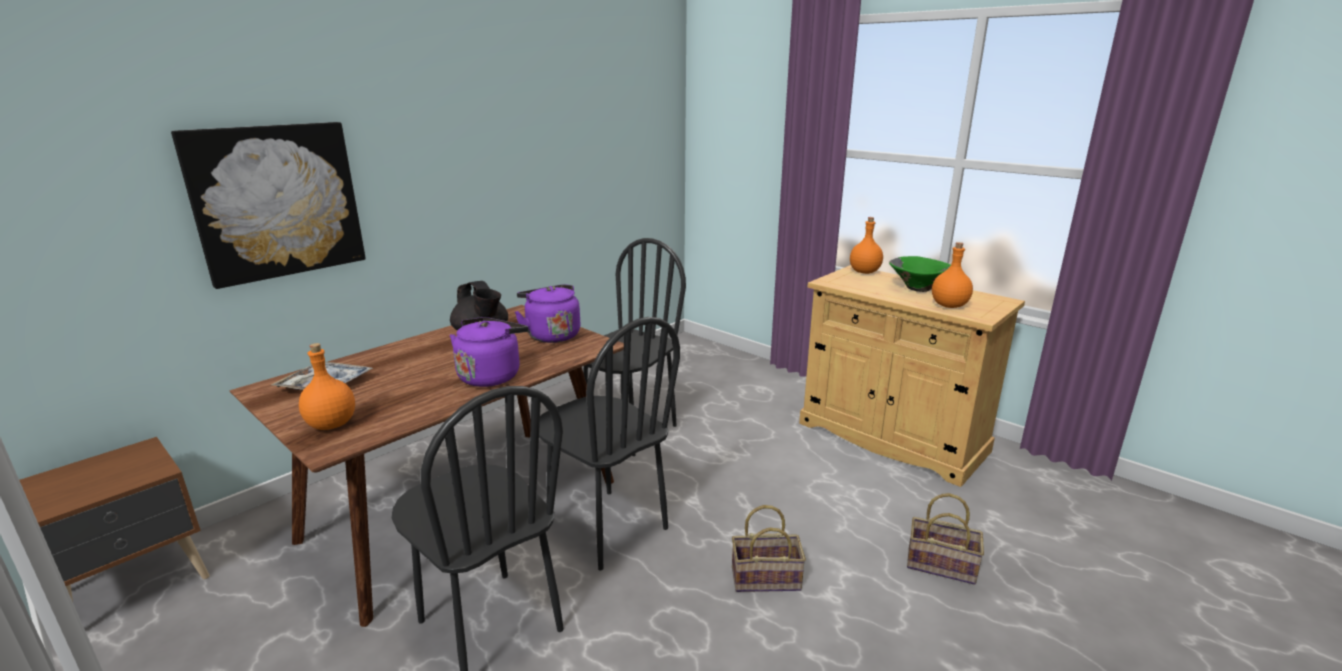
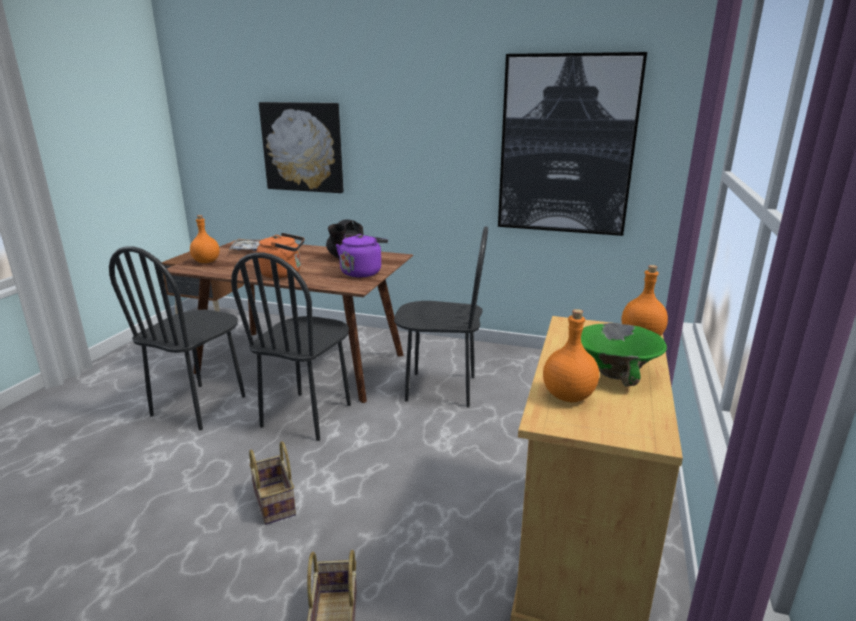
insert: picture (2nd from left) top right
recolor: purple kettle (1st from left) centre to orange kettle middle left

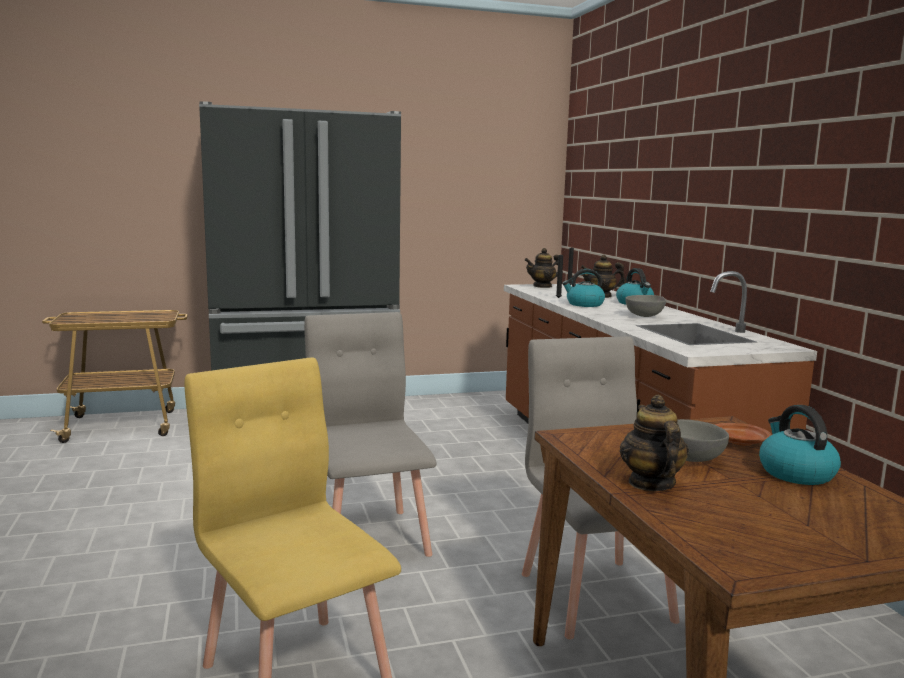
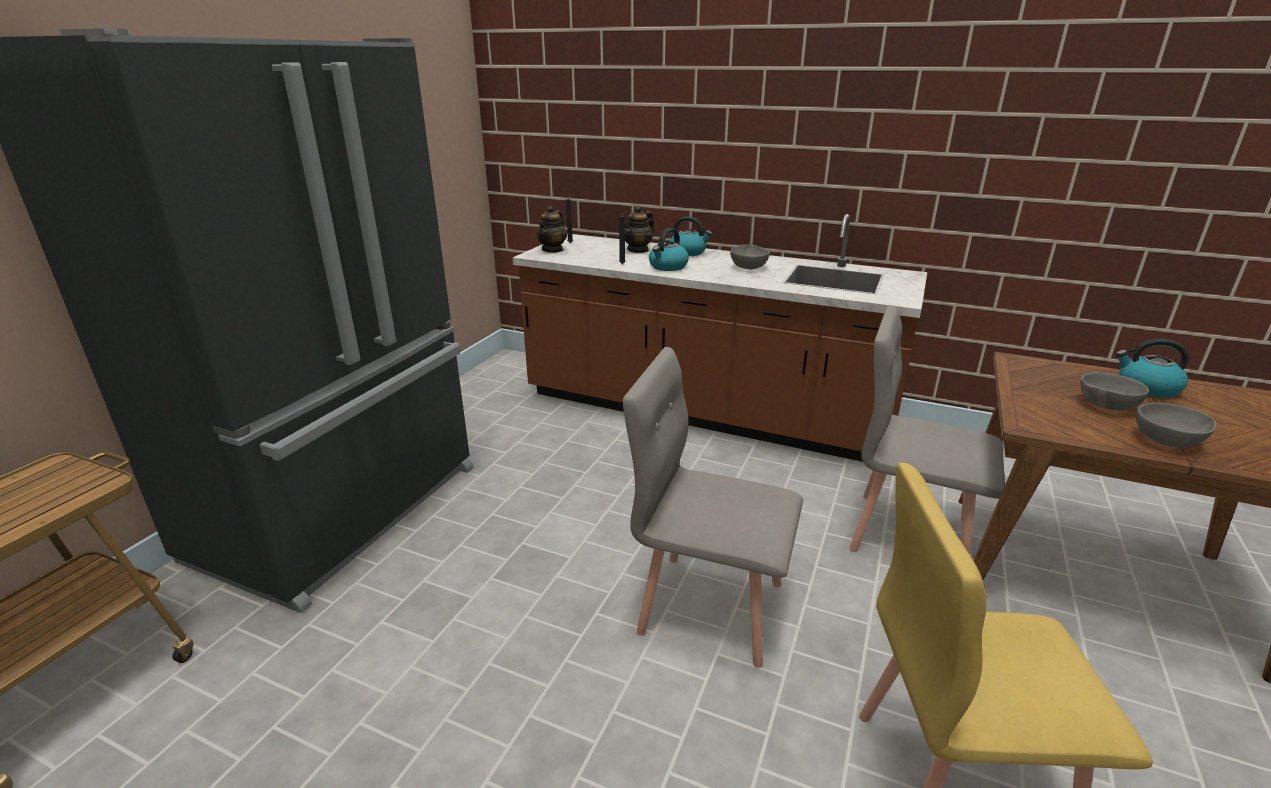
delete: brown plate middle right
replace: teapot (3rd from left) middle right to grey bowl (3rd from left) middle right

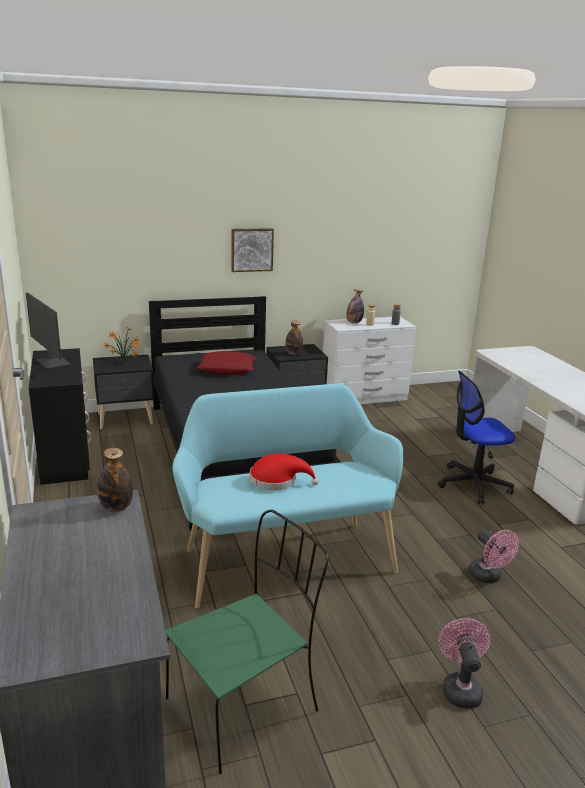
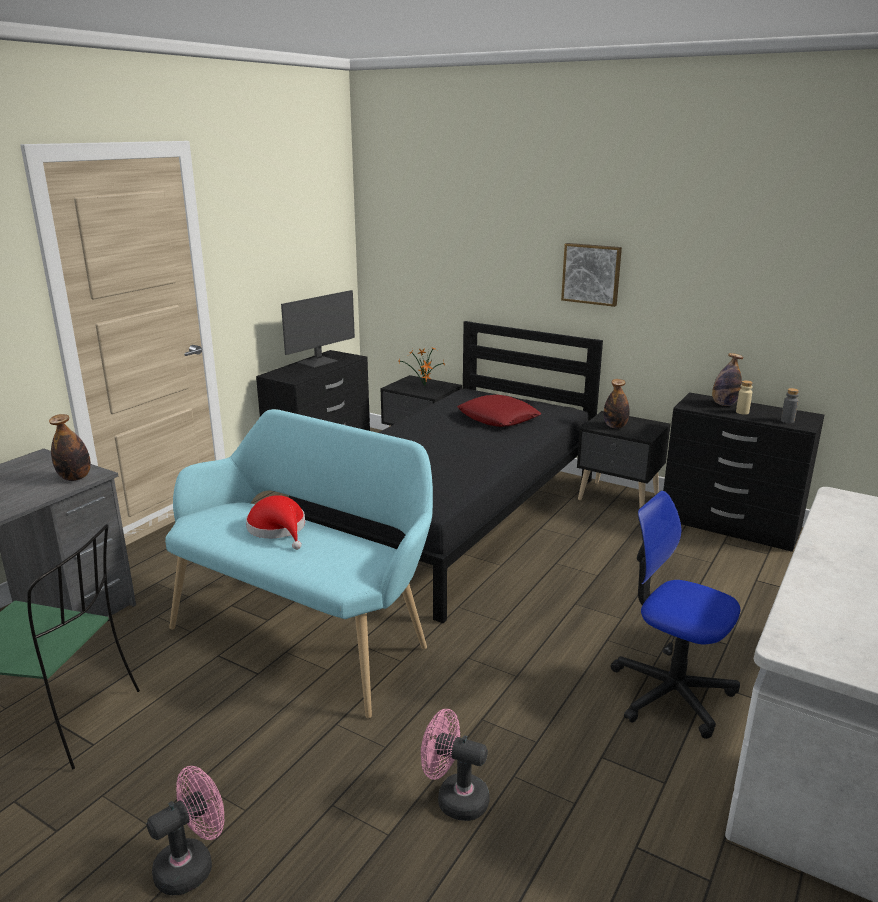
recolor: white dresser centre to black dresser (2nd from left) middle right
rotate: monitor middle left = centre 150 degrees counterclockwise; pink fan (2nd from left) bottom right = bottom centre 90 degrees clockwise

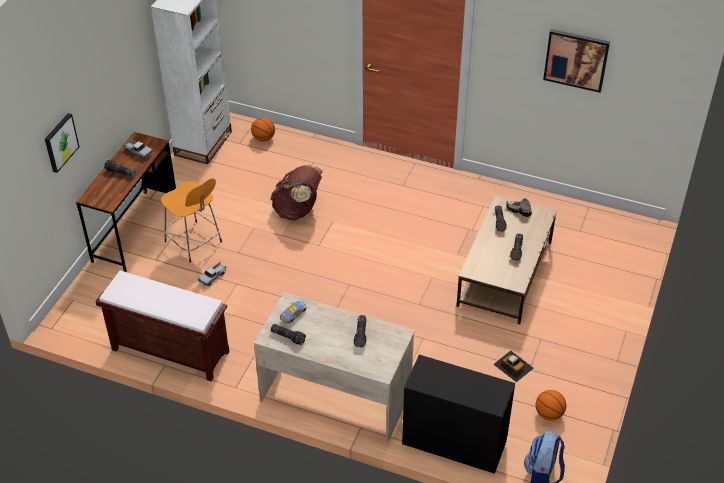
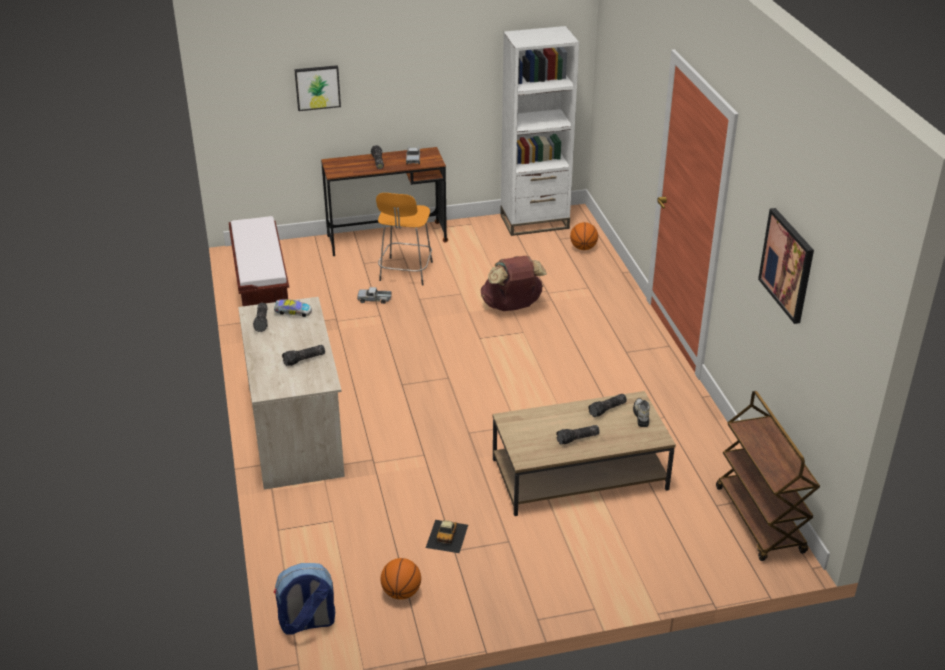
delete: black dresser bottom centre
insert: brown cart bottom right

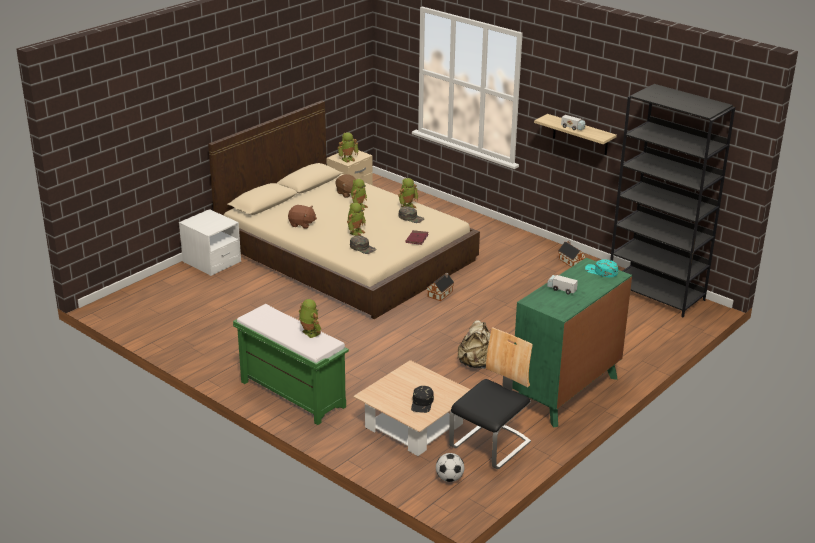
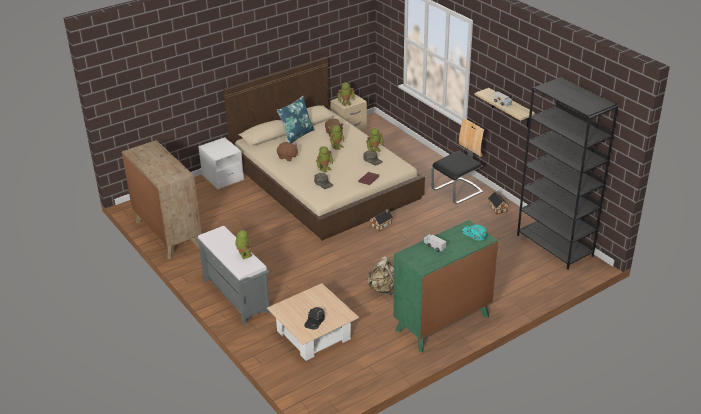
delete: football bottom centre
insert: brown dresser middle left; blue pillow top centre
move: chair bottom centre to centre
recolor: green bench bottom centre to grey bench middle left

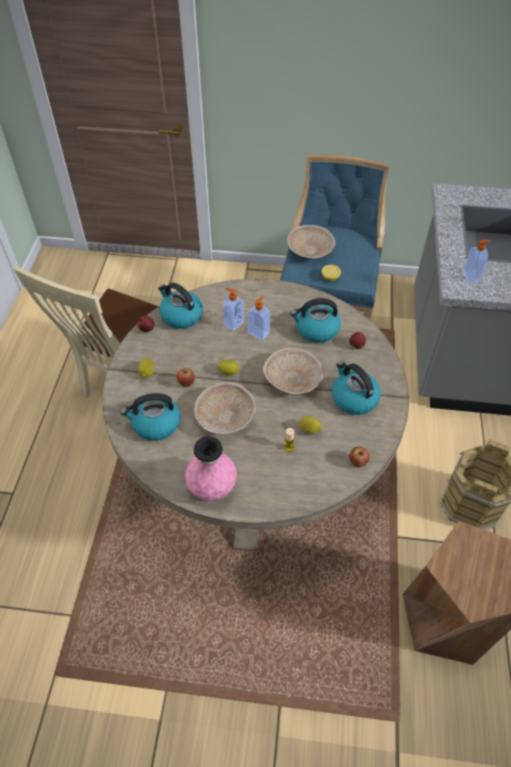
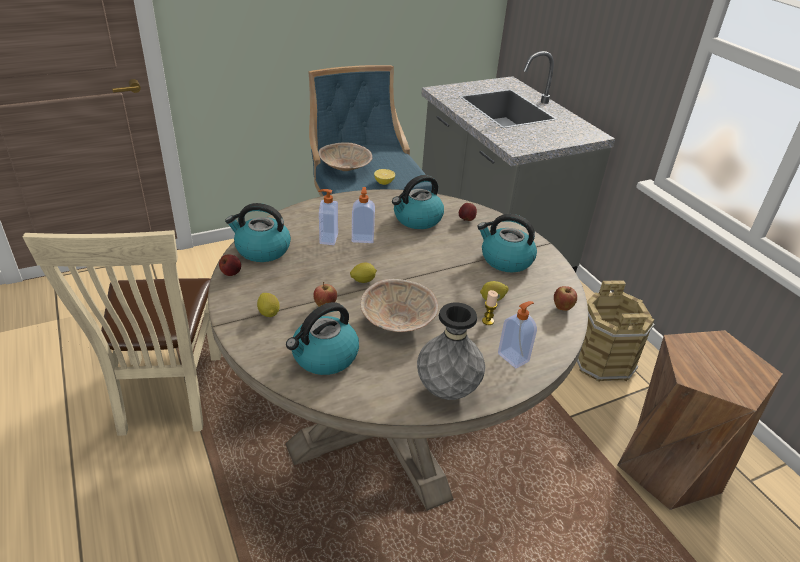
delete: beige bowl (2nd from left) centre
move: soap dispenser (3rd from left) middle right to centre
recolor: pink vase centre to grey vase centre

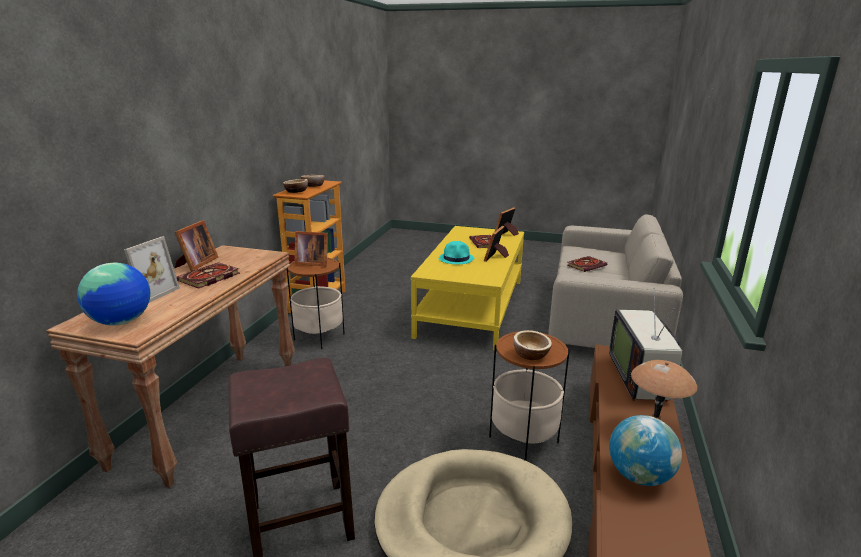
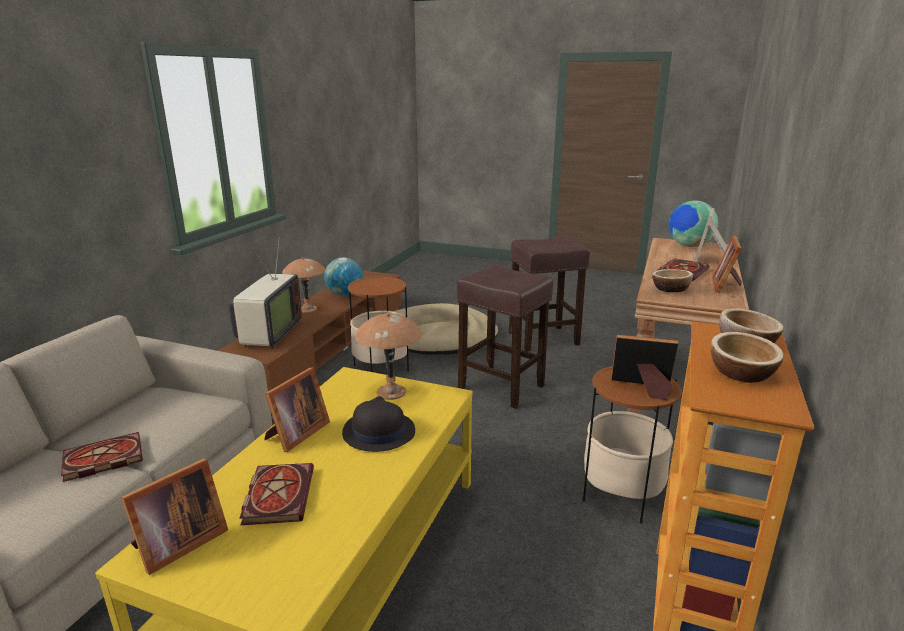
insert: brown table lamp (2nd from left) centre; brown stool (1st from left) centre
move: bowl (3rd from left in the first image) centre to bowl (1st from left) middle right
recolor: turquoise hat centre to black hat bottom centre

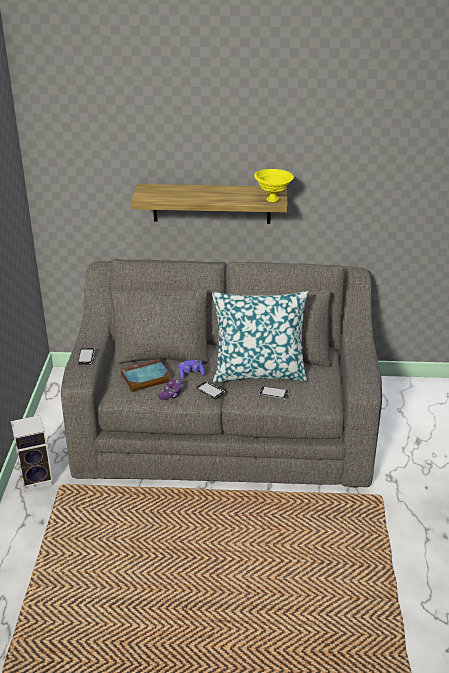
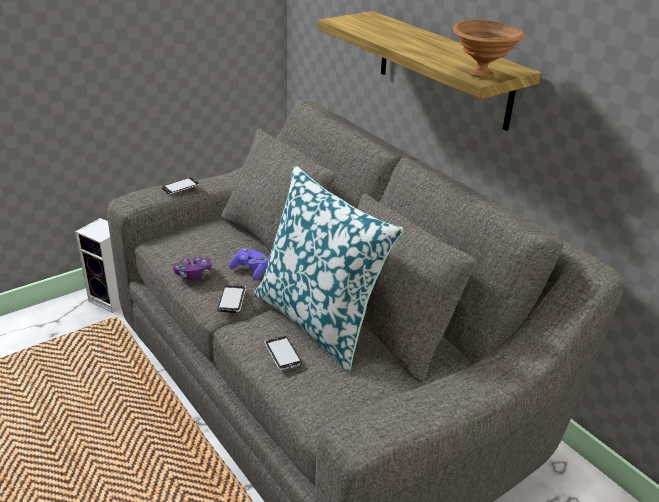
delete: book middle left
recolor: yellow bowl top centre to brown bowl top right

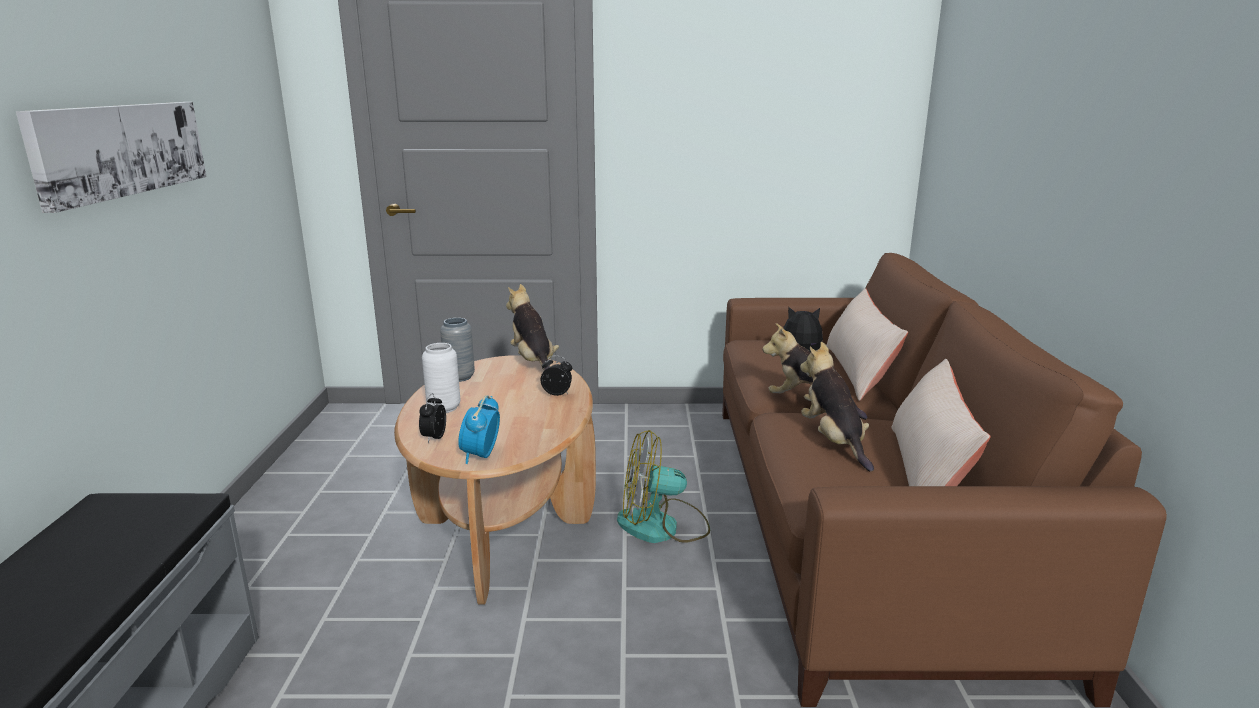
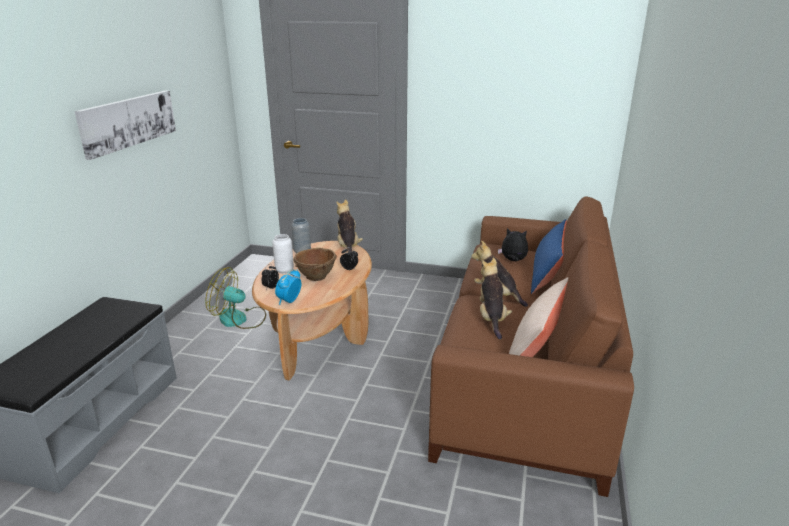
insert: brown bowl centre
move: fan bottom centre to middle left
recolor: beige pillow (1st from left) middle right to blue pillow middle right

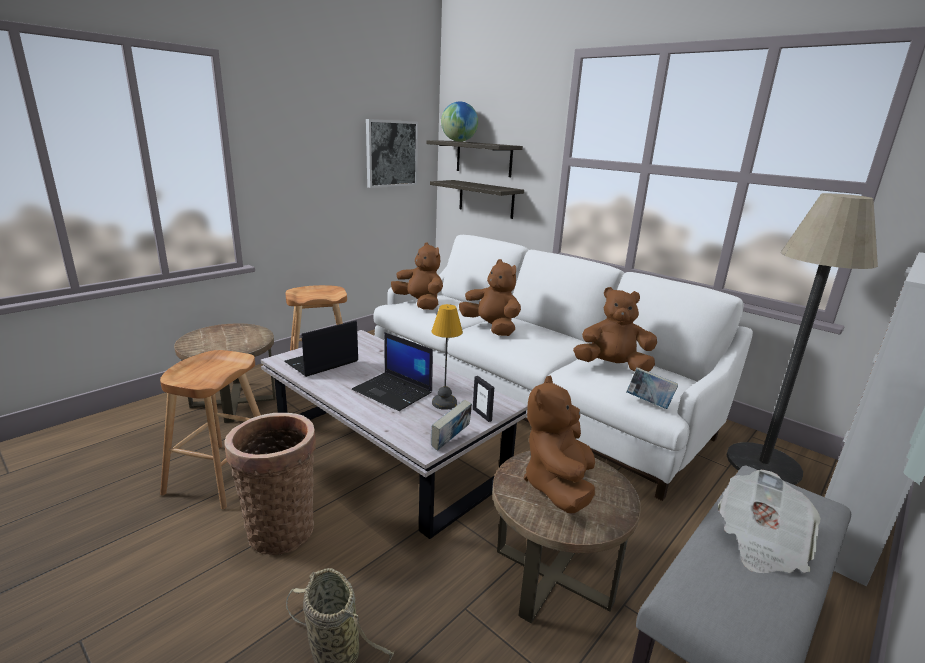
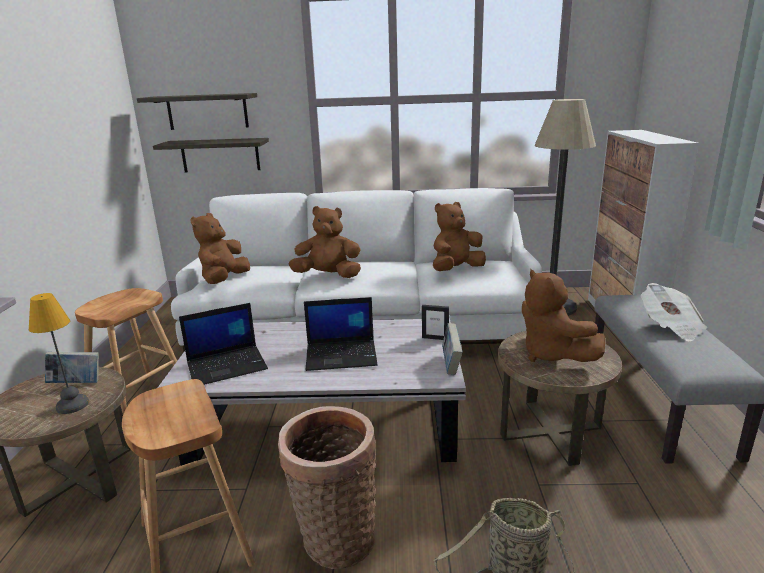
delete: picture top centre; globe top centre
move: table lamp centre to middle left; book (2nd from left in the first image) middle right to book (1st from left) middle left
rotate: laptop (1st from left) centre = middle left 120 degrees counterclockwise; brown plush toy (1st from left) centre = middle left 75 degrees counterclockwise

